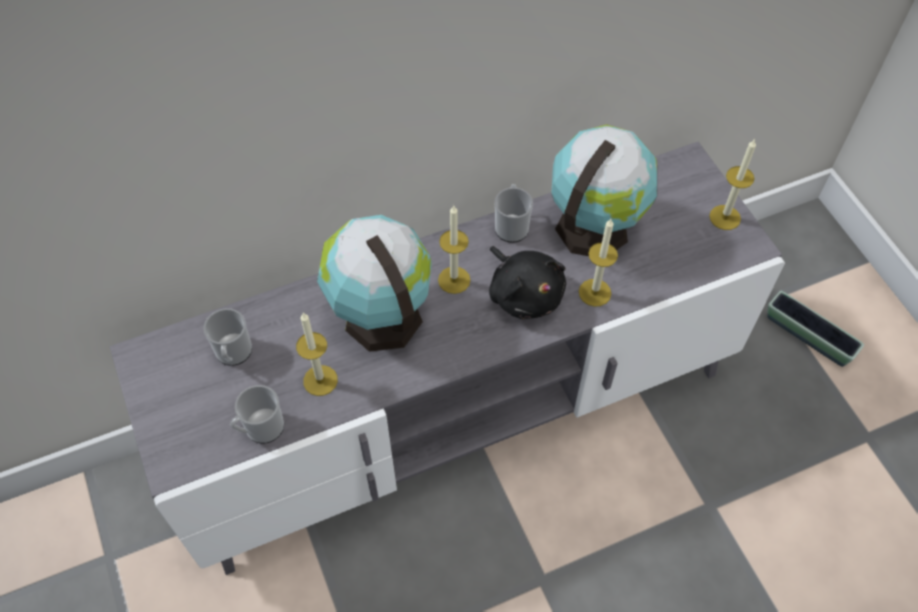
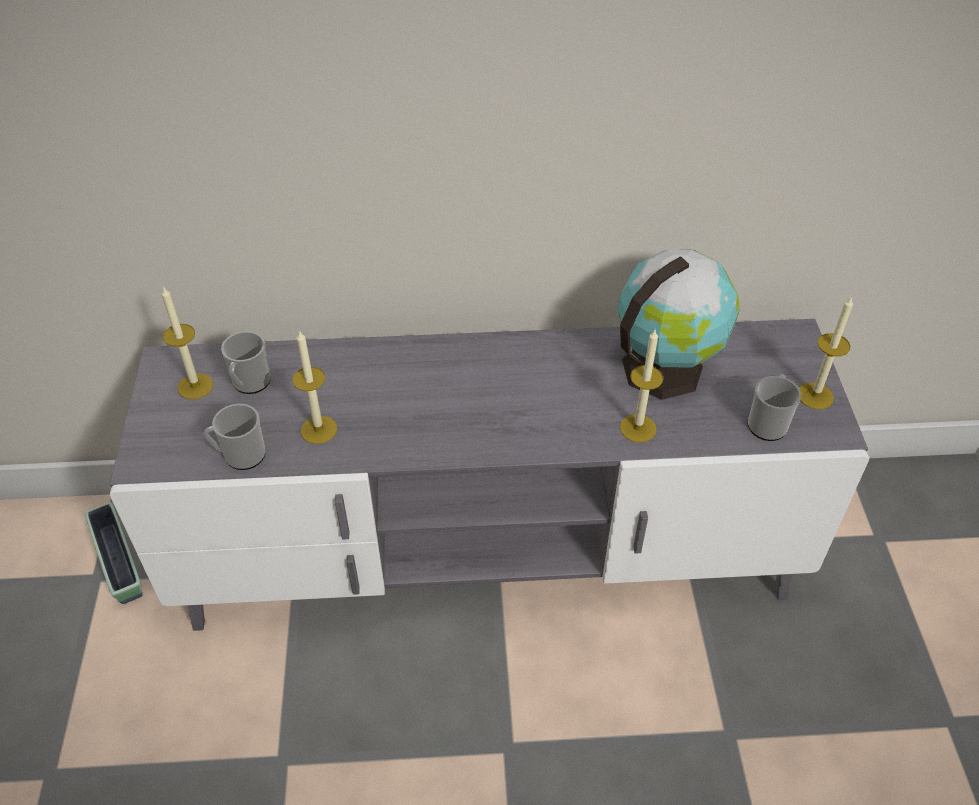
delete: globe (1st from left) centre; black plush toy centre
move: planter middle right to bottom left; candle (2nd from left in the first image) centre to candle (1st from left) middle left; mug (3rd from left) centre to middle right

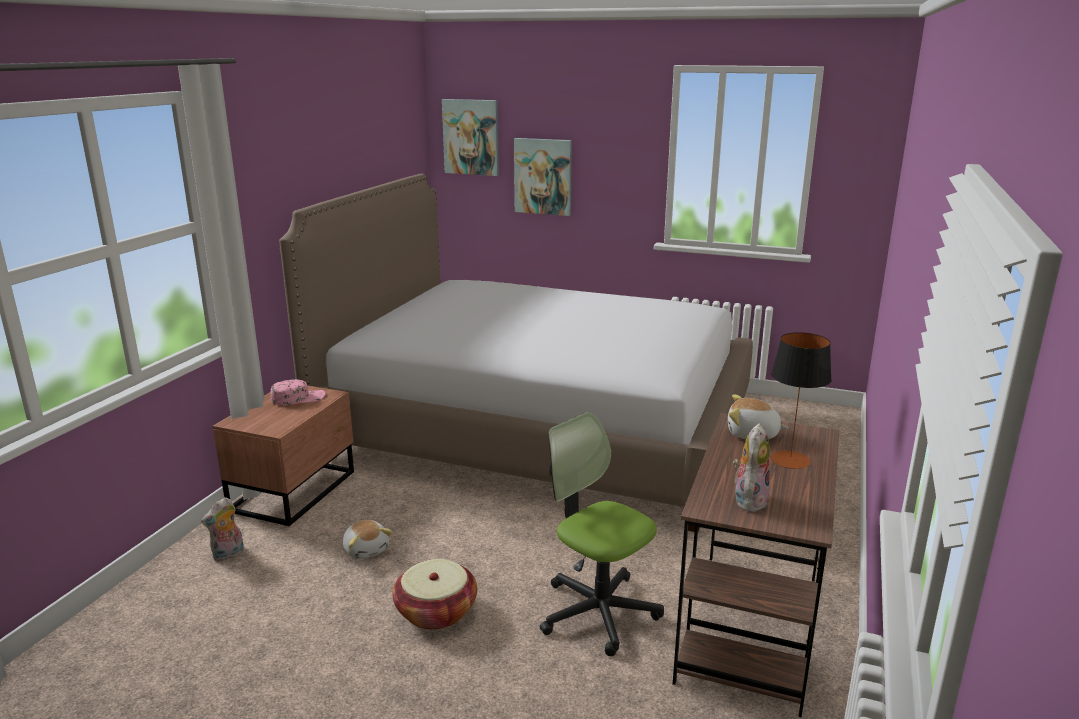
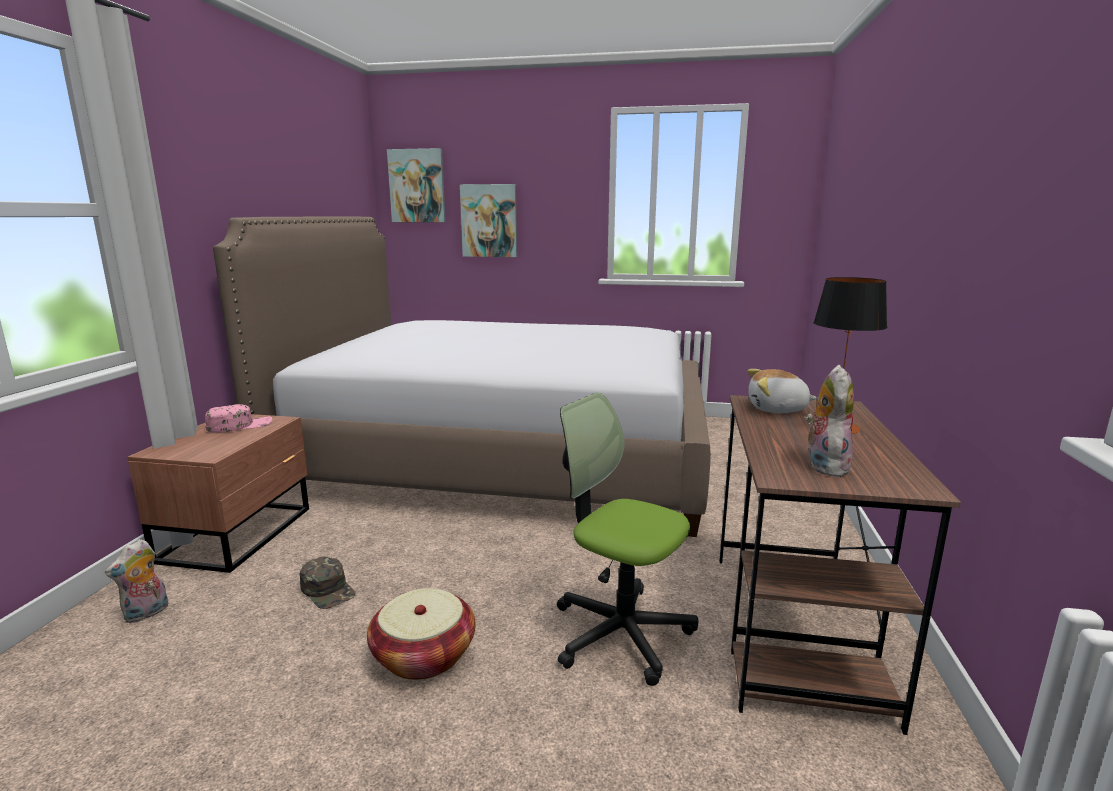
replace: plush toy (2nd from left) bottom centre to green cap bottom left

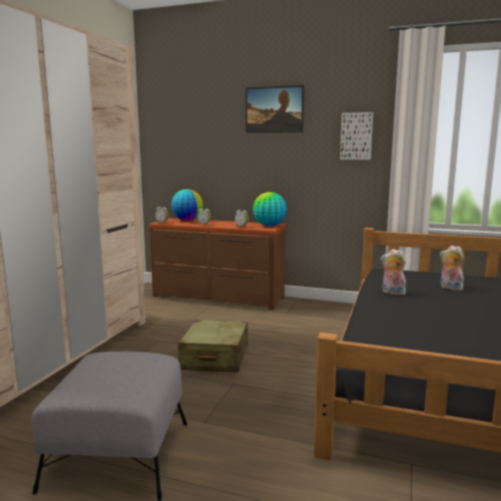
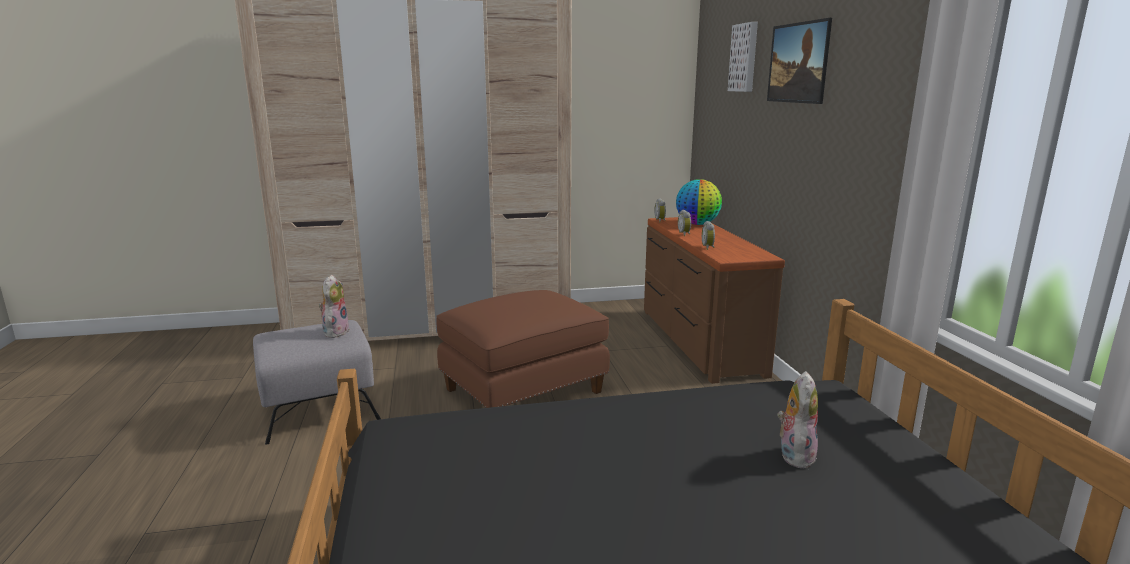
delete: globe (2nd from left) centre
move: plush toy (1st from left) middle right to middle left; picture (2nd from left in the first image) top right to picture (1st from left) top centre
replace: beige suitcase bottom centre to brown ottoman centre

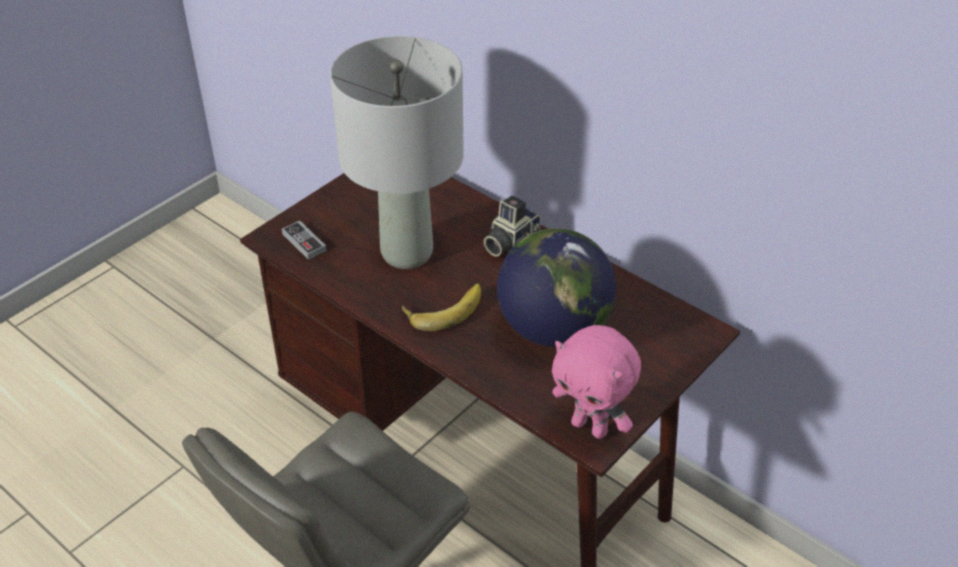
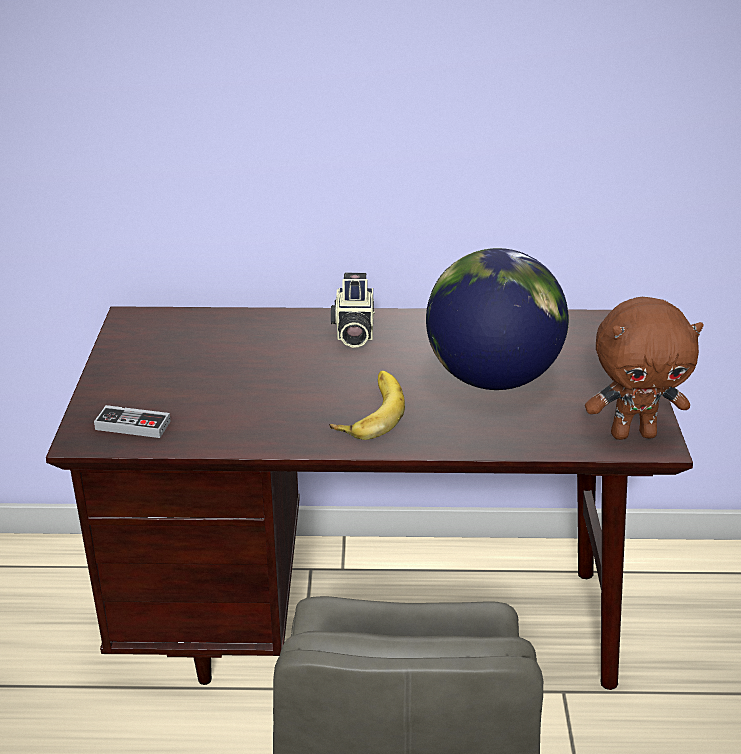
delete: grey table lamp top centre
recolor: pink plush toy bottom centre to brown plush toy middle right

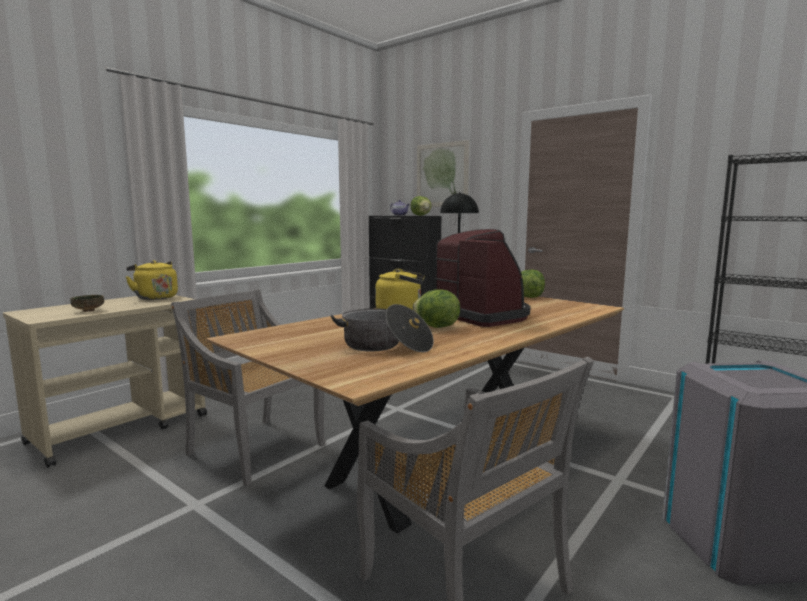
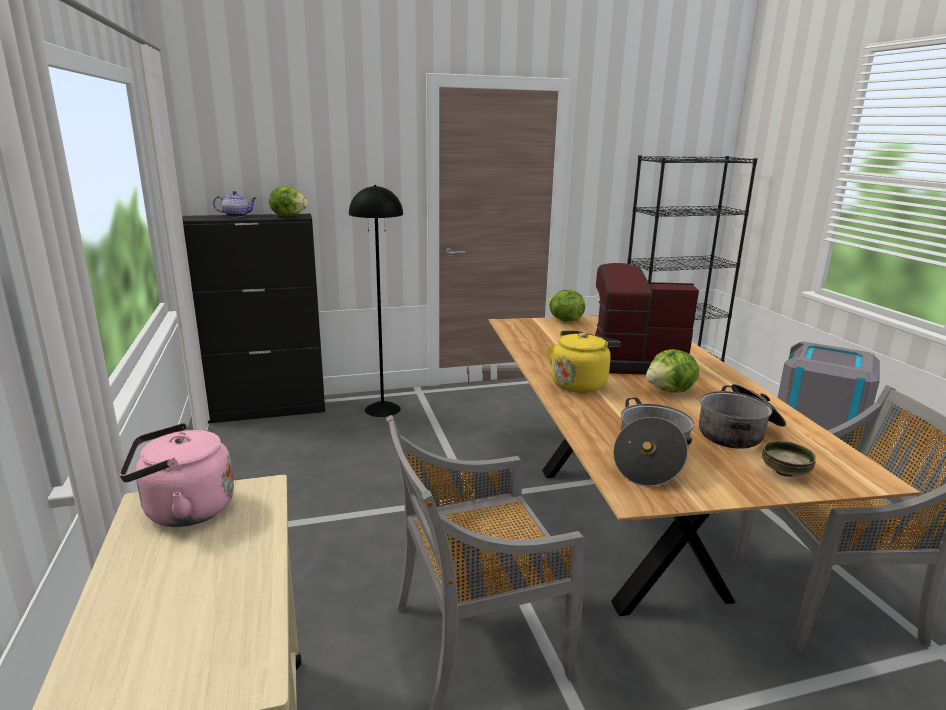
delete: picture top centre
insert: cooking pot (1st from left) middle right
move: bowl middle left to middle right
recolor: yellow kettle (1st from left) middle left to pink kettle bottom left

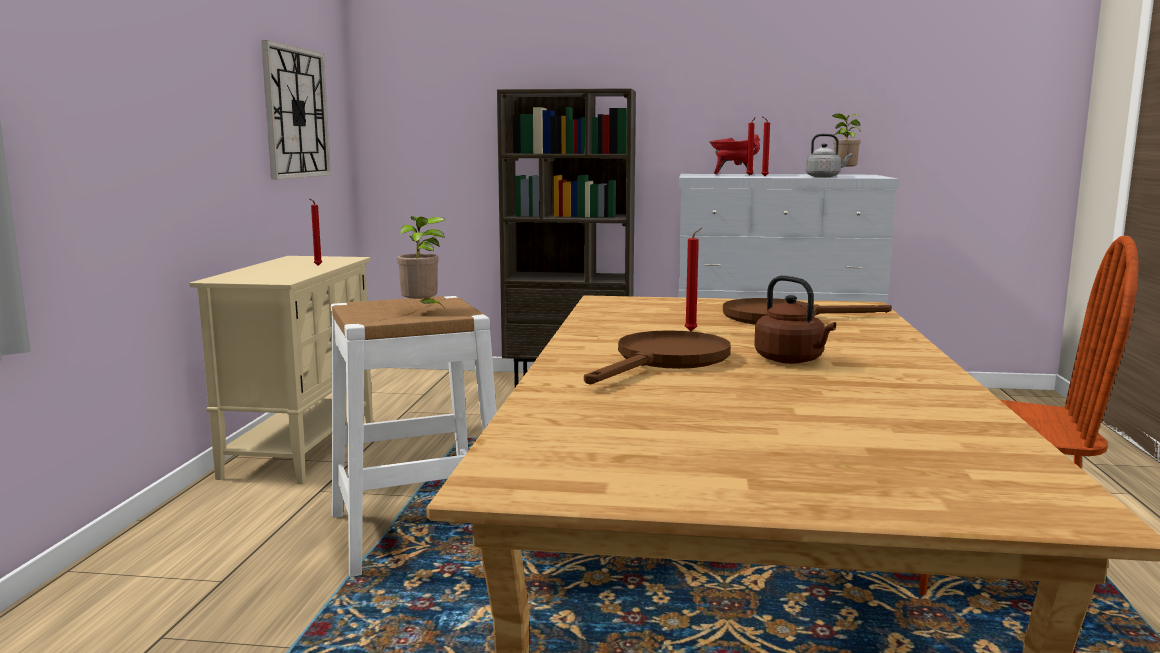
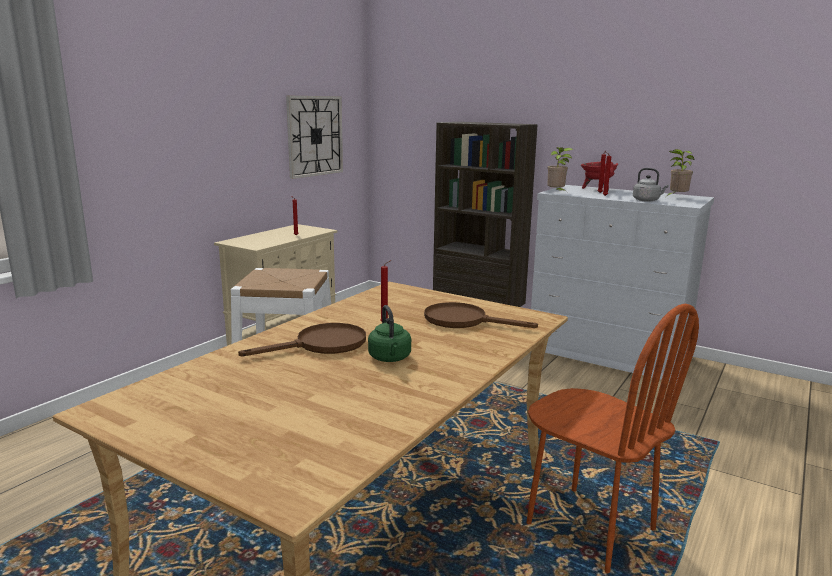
move: potted plant (1st from left) centre to top right
recolor: brown kettle middle right to green kettle centre

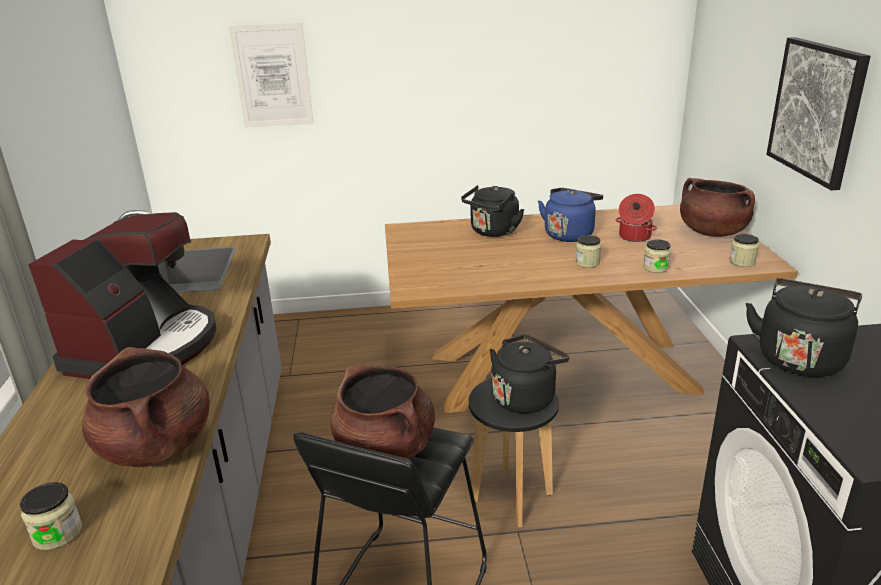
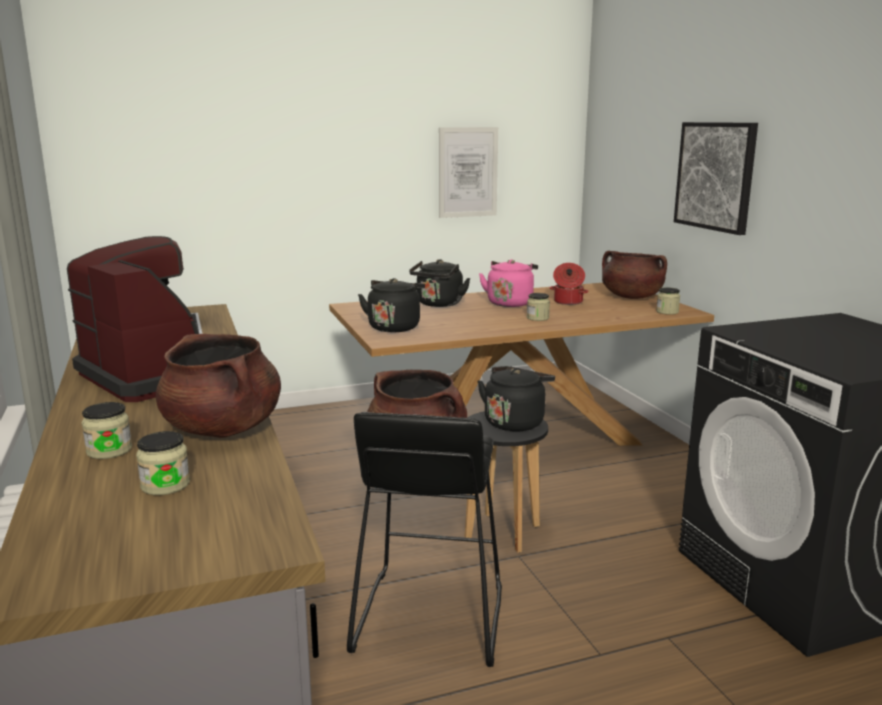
move: jar (3rd from left in the first image) middle right to jar (1st from left) middle left; black kettle (3rd from left in the first image) middle right to black kettle (1st from left) centre; picture (1st from left) top left to top centre
recolor: blue kettle centre to pink kettle centre
rotate: coffee machine middle left = middle left 45 degrees counterclockwise

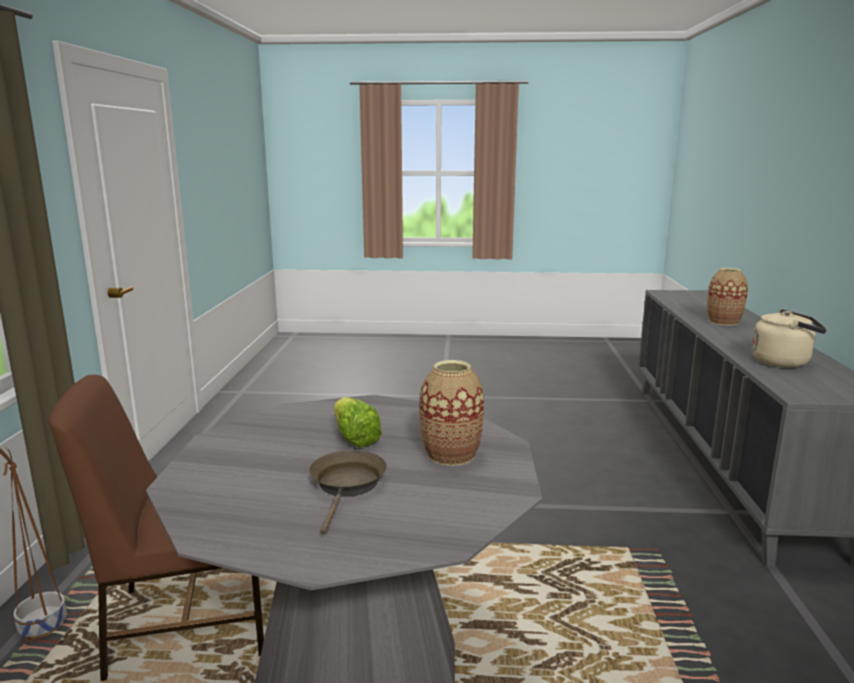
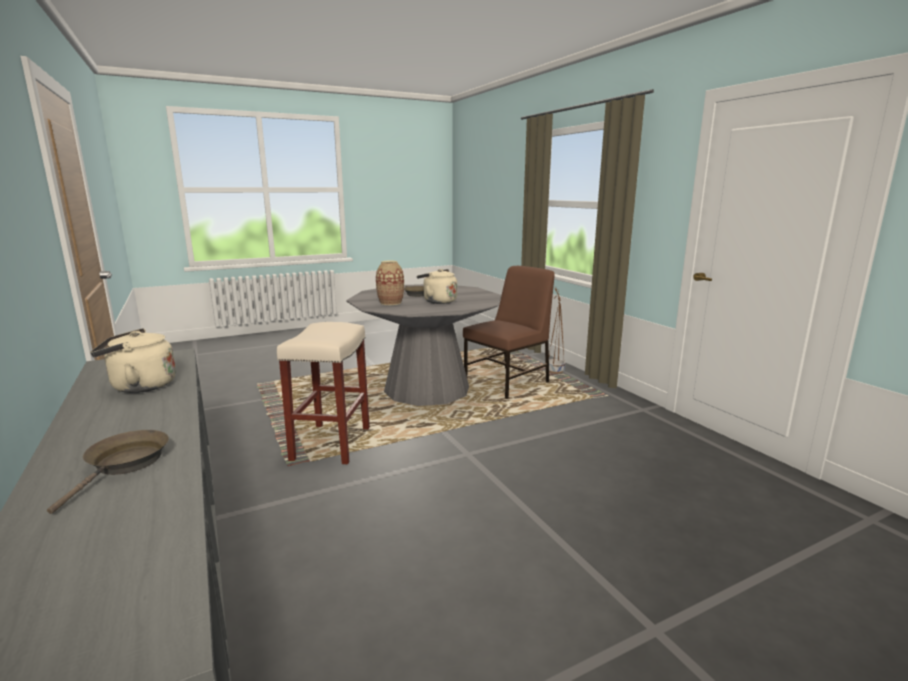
insert: beige stool centre
replace: vase (2nd from left) middle right to brown frying pan (1st from left) bottom left; lettuce centre to beige kettle (2nd from left) centre

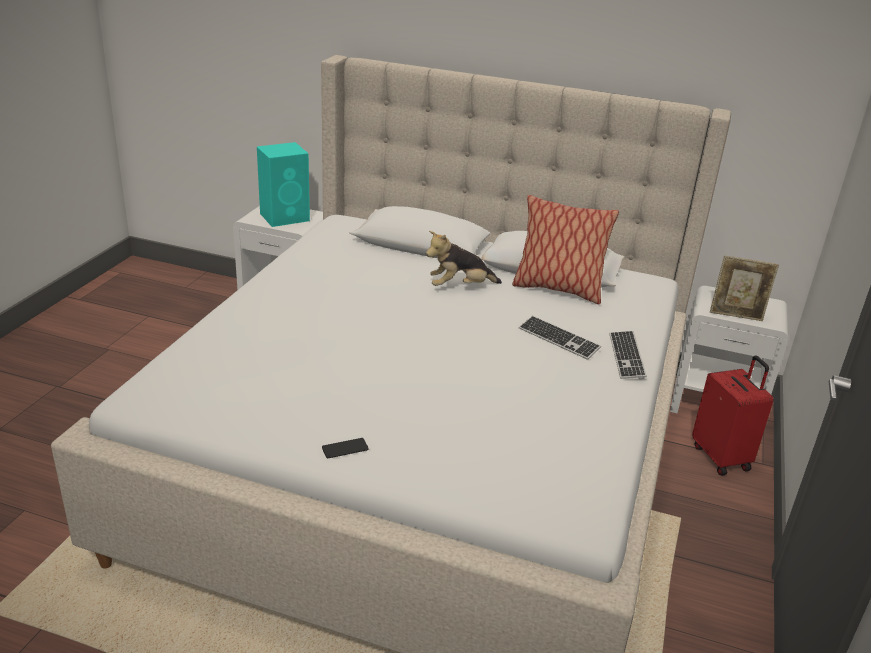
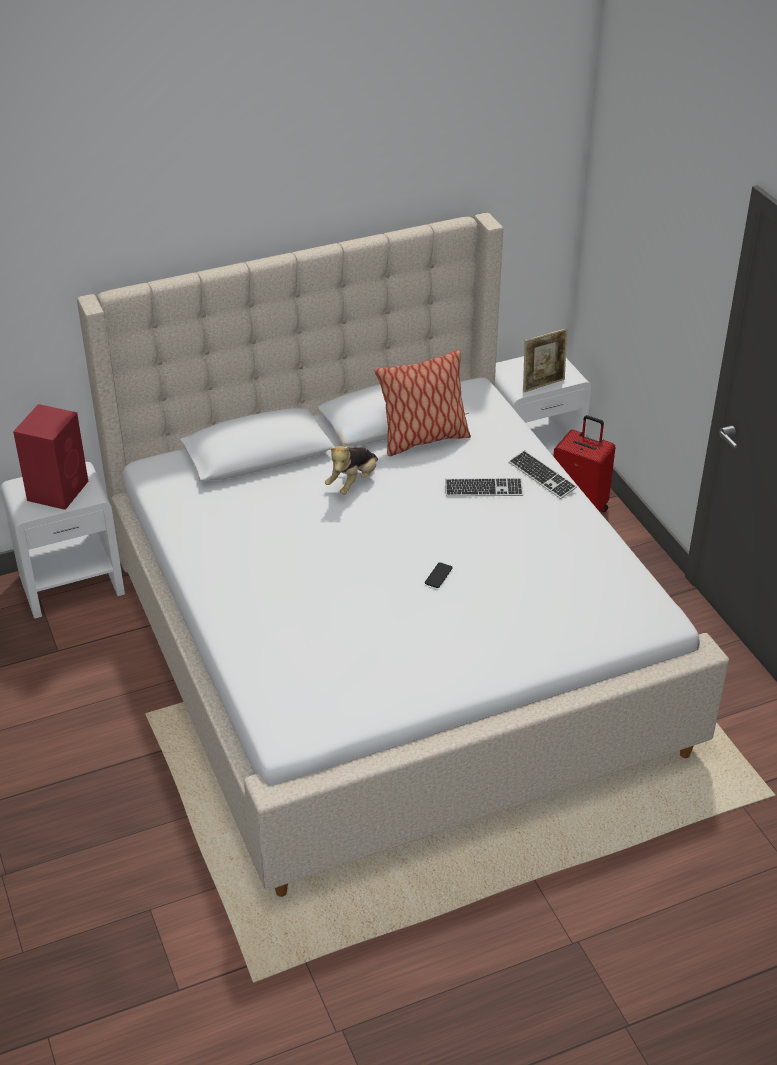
move: phone bottom centre to centre
recolor: turquoise speaker top left to red speaker middle left

